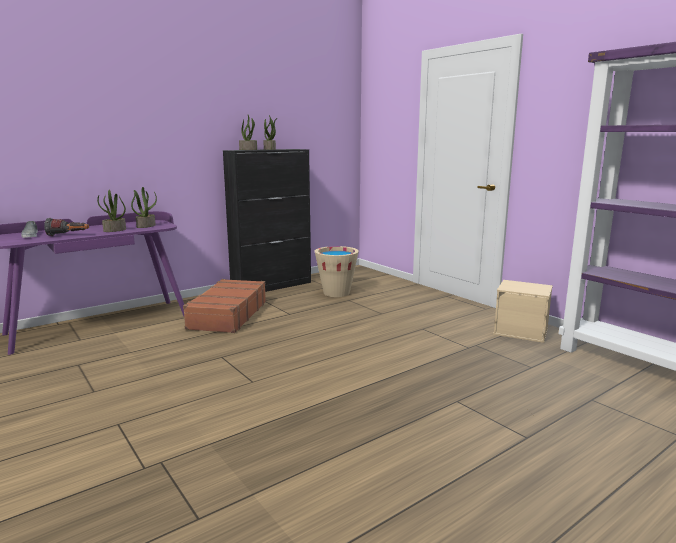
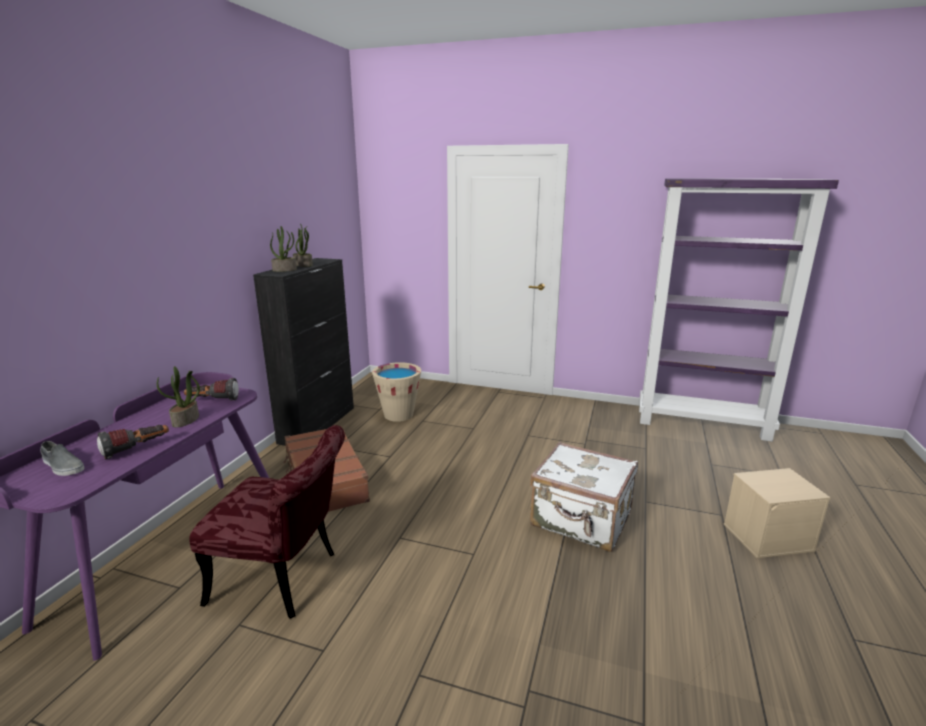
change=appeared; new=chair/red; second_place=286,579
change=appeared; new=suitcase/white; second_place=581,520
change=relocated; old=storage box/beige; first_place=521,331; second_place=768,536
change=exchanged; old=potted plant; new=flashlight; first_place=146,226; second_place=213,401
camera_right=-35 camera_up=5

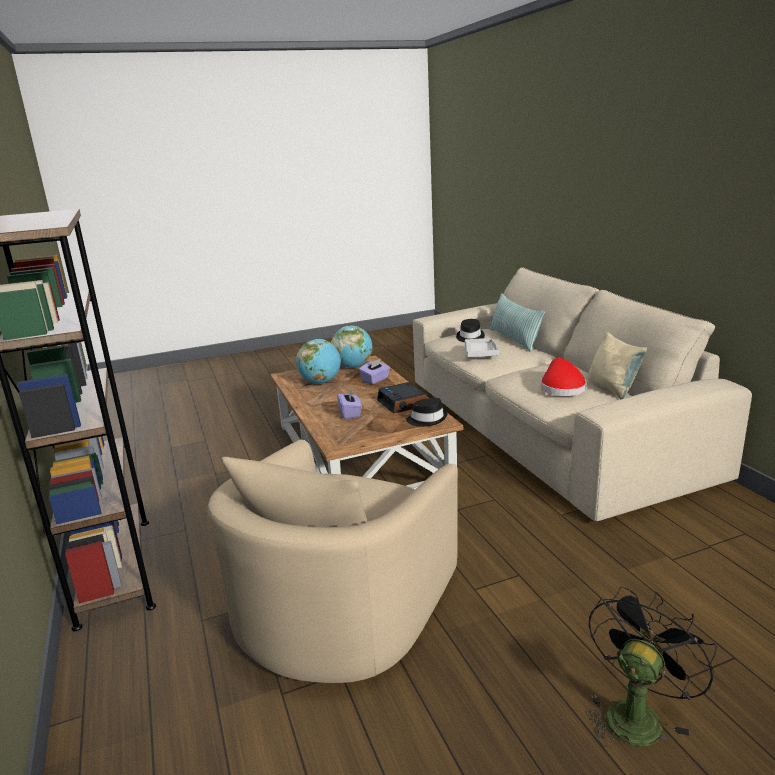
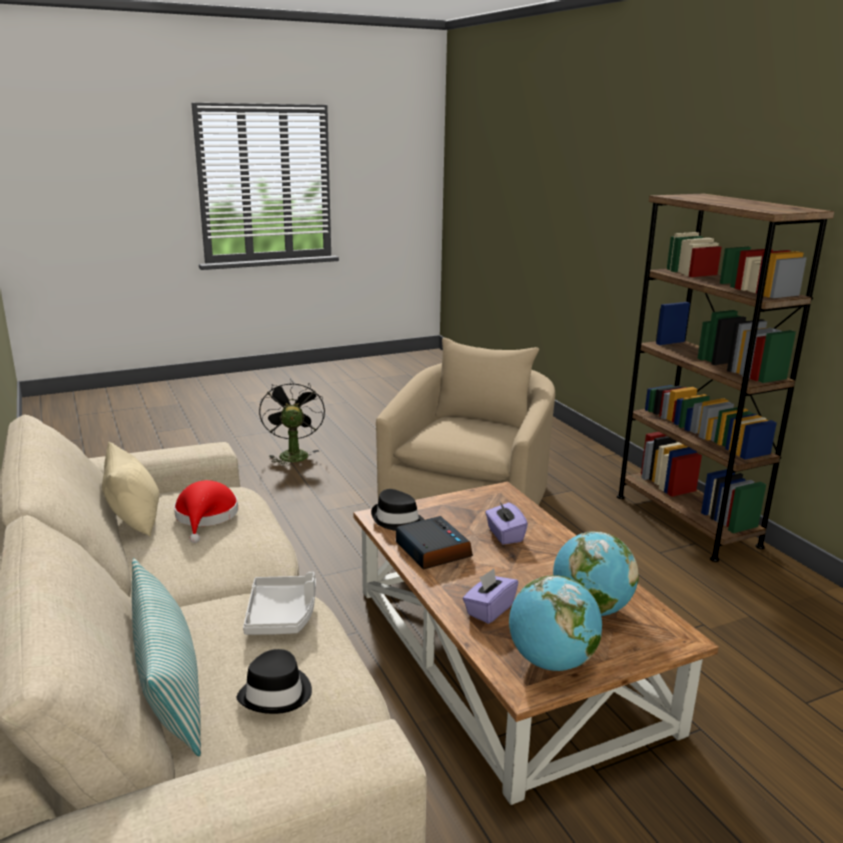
change=spun; old=fan/black; first_place=635,713; second_place=292,454; degrees=135
camera_right=175 camera_up=0

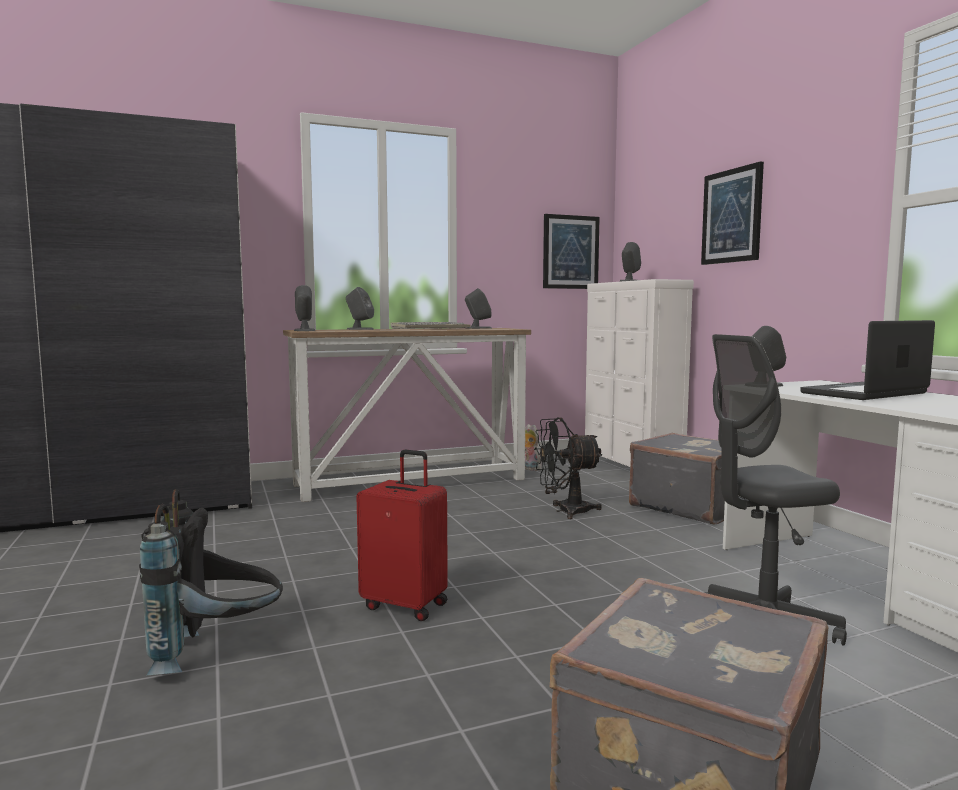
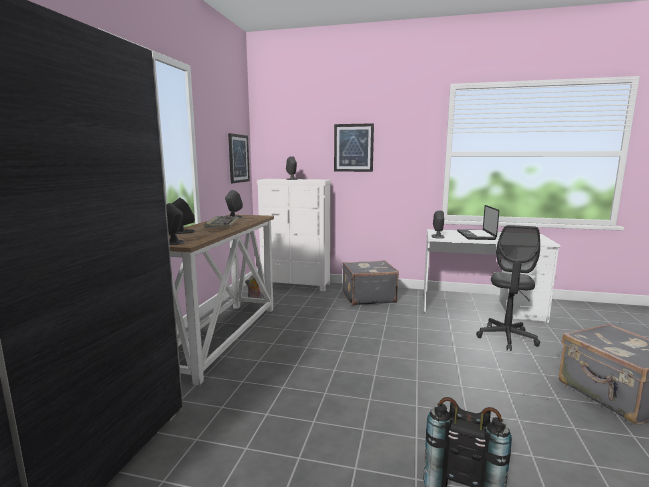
change=missing; old=suitcase/red; first_place=406,605
change=missing; old=fan/black; first_place=565,511
camera_right=-55 camera_up=5

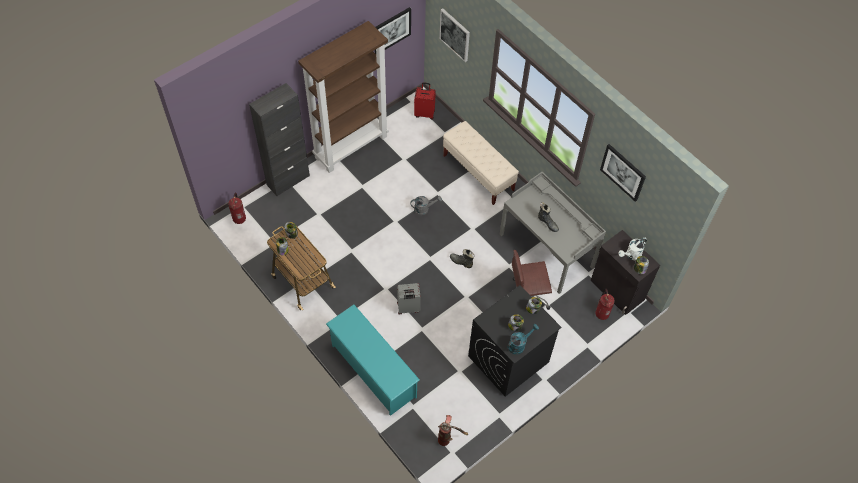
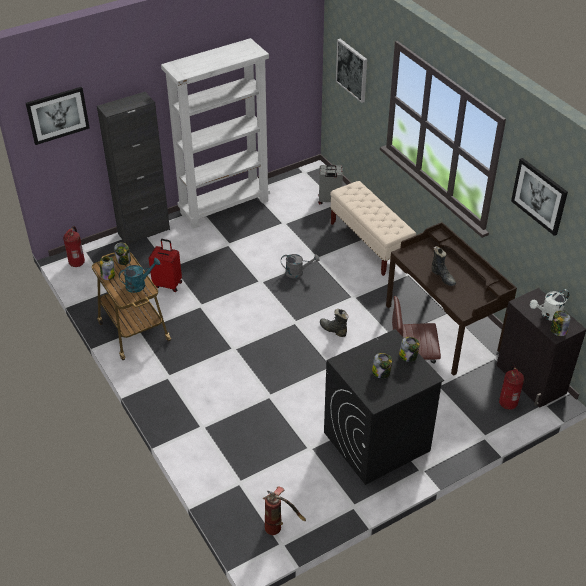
change=missing; old=shoe rack/turquoise; first_place=373,371
change=relocated; old=picture; first_place=392,30; second_place=57,115
change=relocated; old=suitcase/grey; first_place=408,308; second_place=329,200
change=relocated; old=suitcase/red; first_place=424,113; second_place=168,284
change=relocated; old=watering can/turquoise; first_place=519,344; second_place=139,284
change=colour; old=bookcase/brown; new=bookcase/white; first_place=351,146; second_place=225,206
change=colour; old=desk/grey; new=desk/brown; first_place=546,250; second_place=443,327
camera_right=10 camera_up=-15

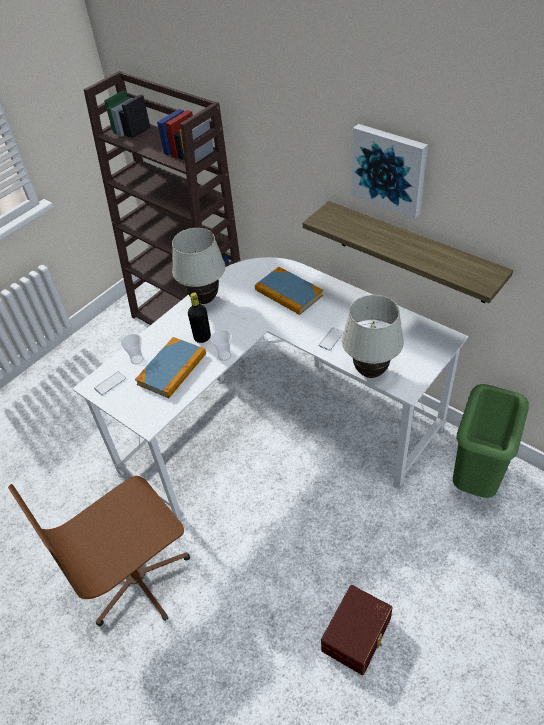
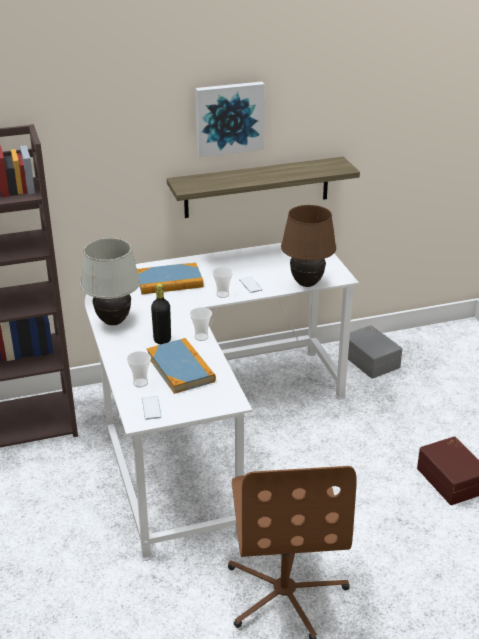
change=appeared; new=cup; second_place=222,294
change=exchanged; old=trash can/green; new=storage box/grey; first_place=475,478; second_place=371,360
change=colour; old=table lamp/white; new=table lamp/brown; first_place=371,372; second_place=307,283
camera_right=-60 camera_up=-15

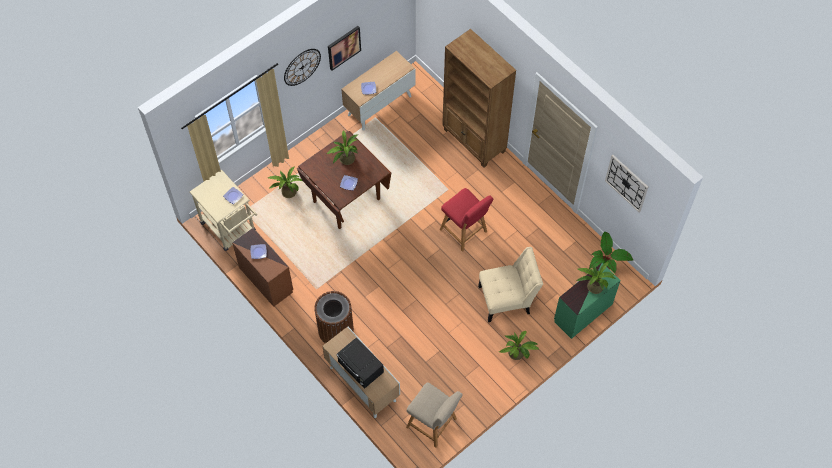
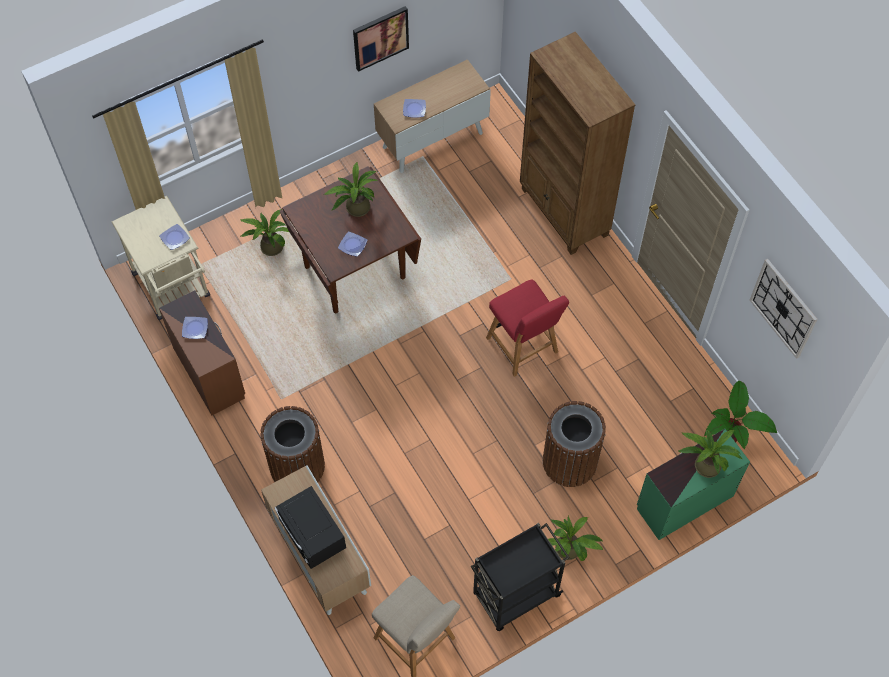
change=missing; old=wall clock; first_place=302,67
change=appeared; new=cart/black; second_place=515,595
change=exchanged; old=chair/beige; new=trash can/brown; first_place=507,299; second_place=570,461
camera_right=10 camera_up=0

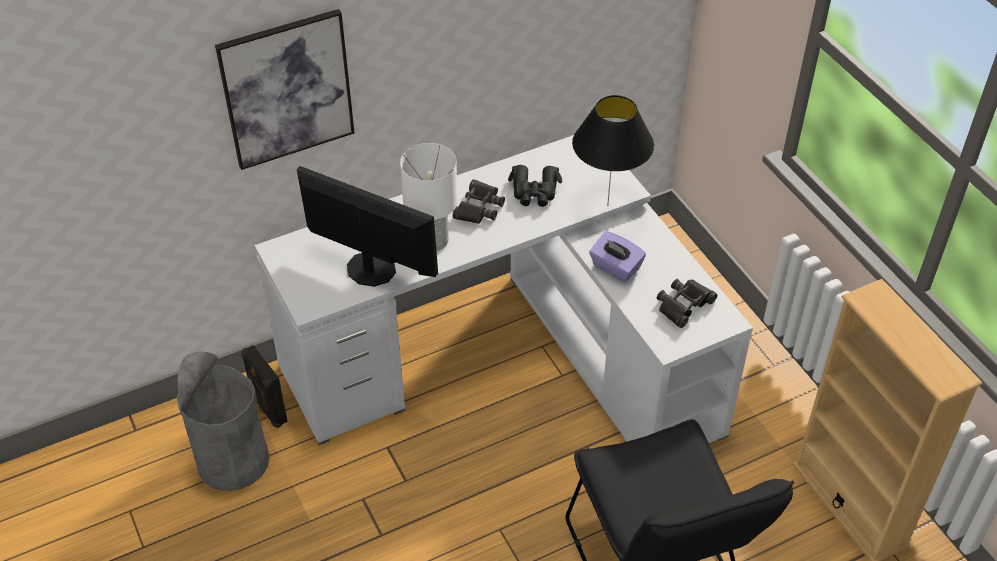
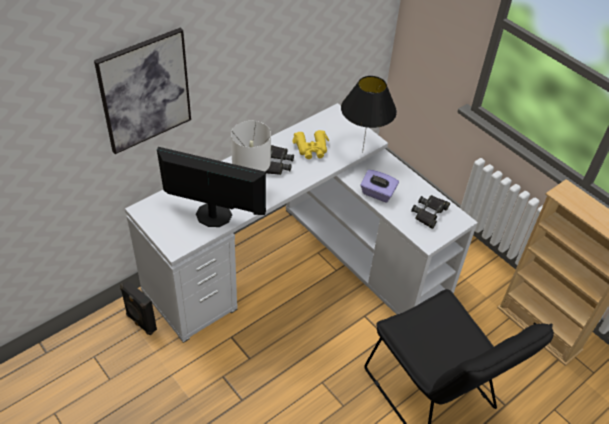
change=missing; old=trash can/grey; first_place=233,460
change=colour; old=binoculars/black; new=binoculars/yellow; first_place=534,191; second_place=311,148
camera_right=-15 camera_up=0

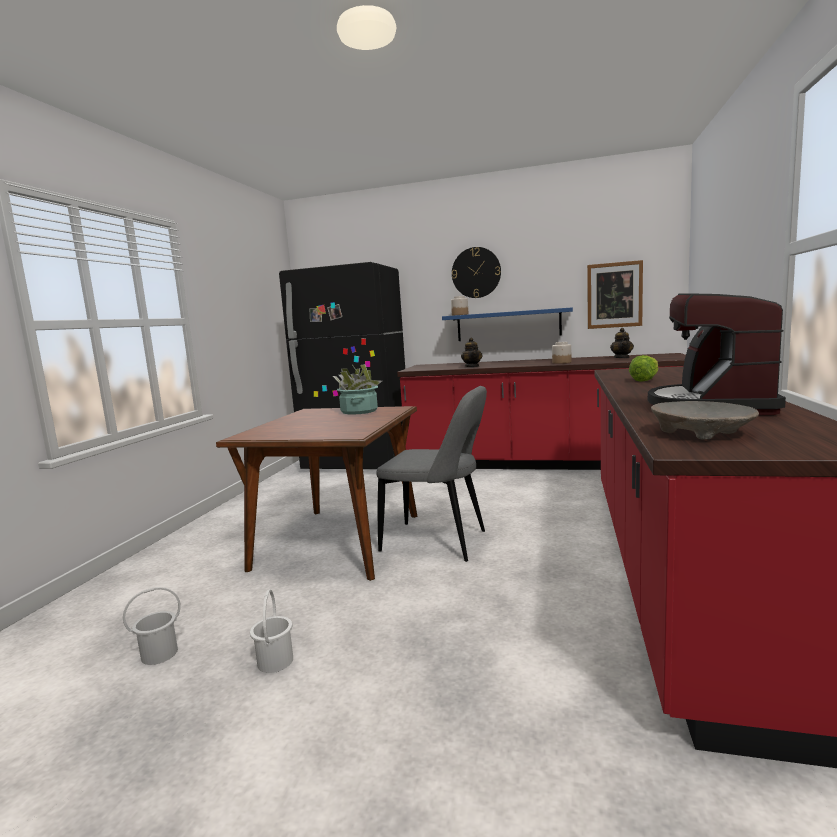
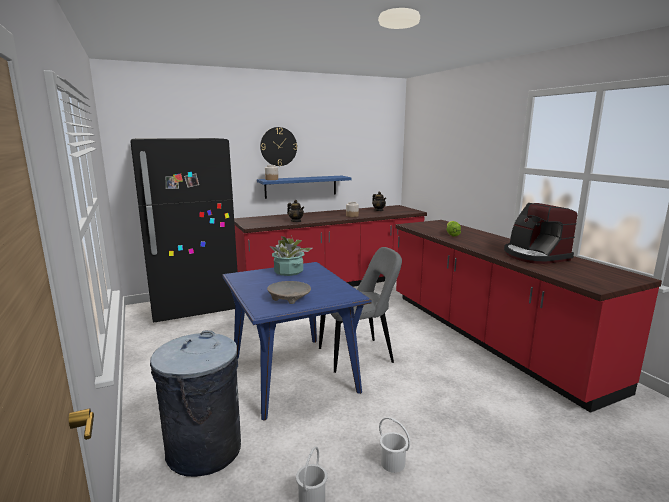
change=missing; old=picture; first_place=614,295
change=appeared; new=trash can/grey; second_place=203,450
change=relocated; old=bowl/beige; first_place=701,432; second_place=289,298
change=colour; old=dining table/brown; new=dining table/blue; first_place=339,541; second_place=293,374
camera_right=-40 camera_up=5

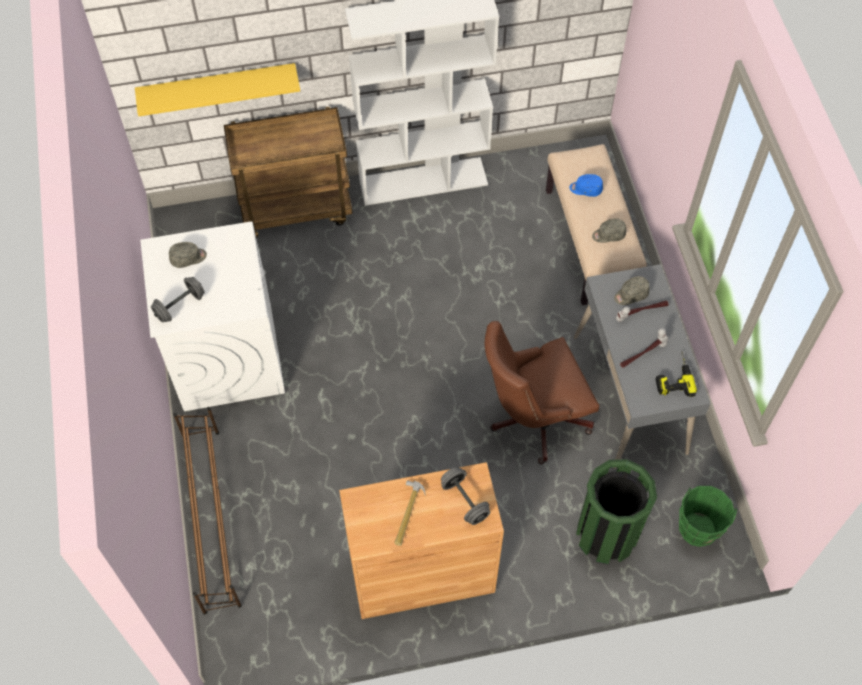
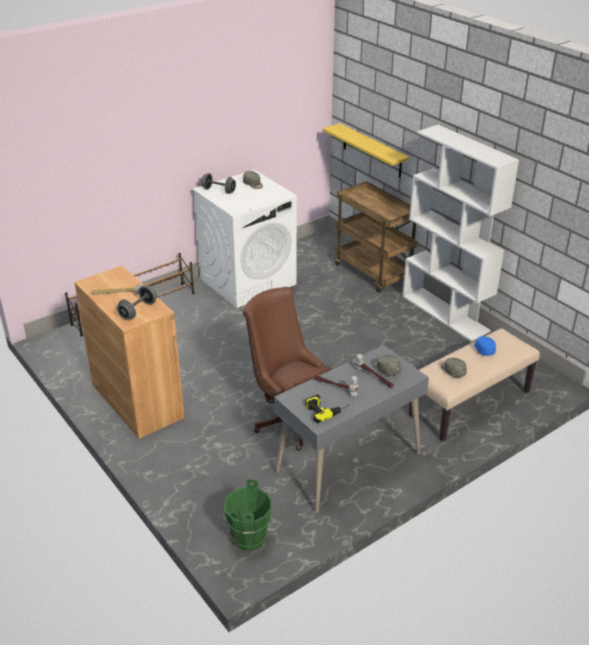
change=missing; old=trash can/green; first_place=606,535
camera_right=65 camera_up=-25

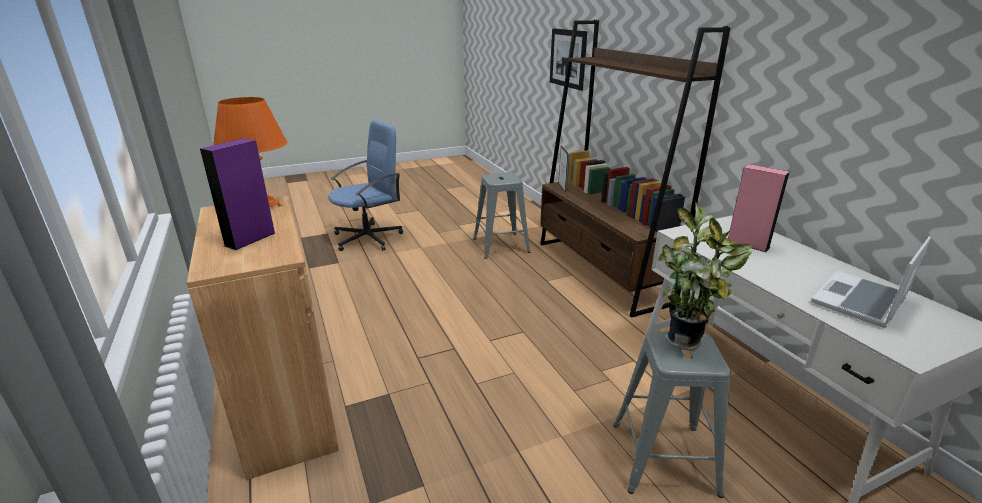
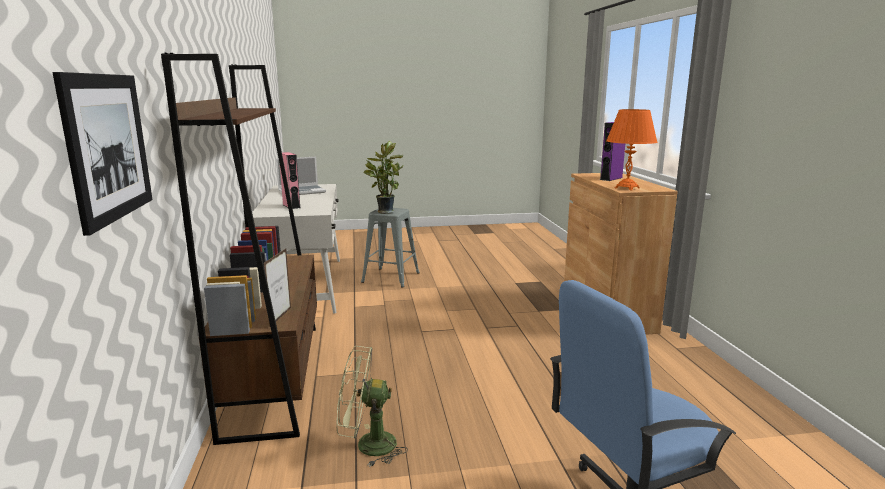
change=exchanged; old=stool/grey; new=fan/green; first_place=500,245; second_place=367,446
camera_right=-165 camera_up=-10

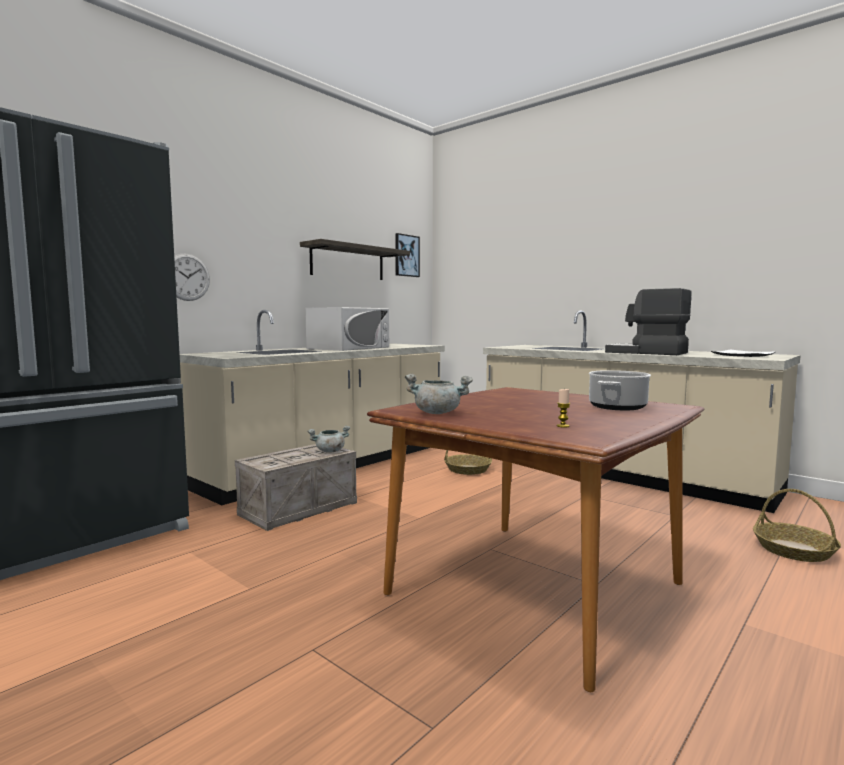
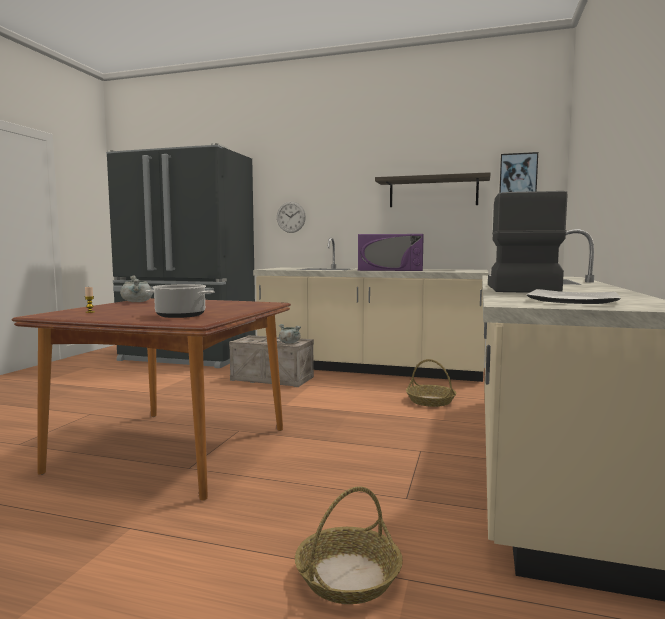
change=colour; old=microwave/white; new=microwave/purple; first_place=349,348; second_place=391,269
camera_right=65 camera_up=0

